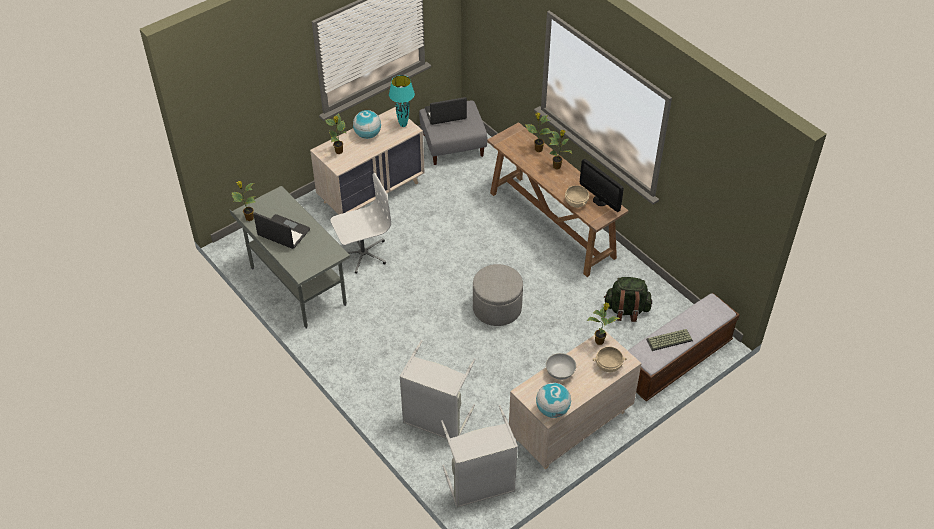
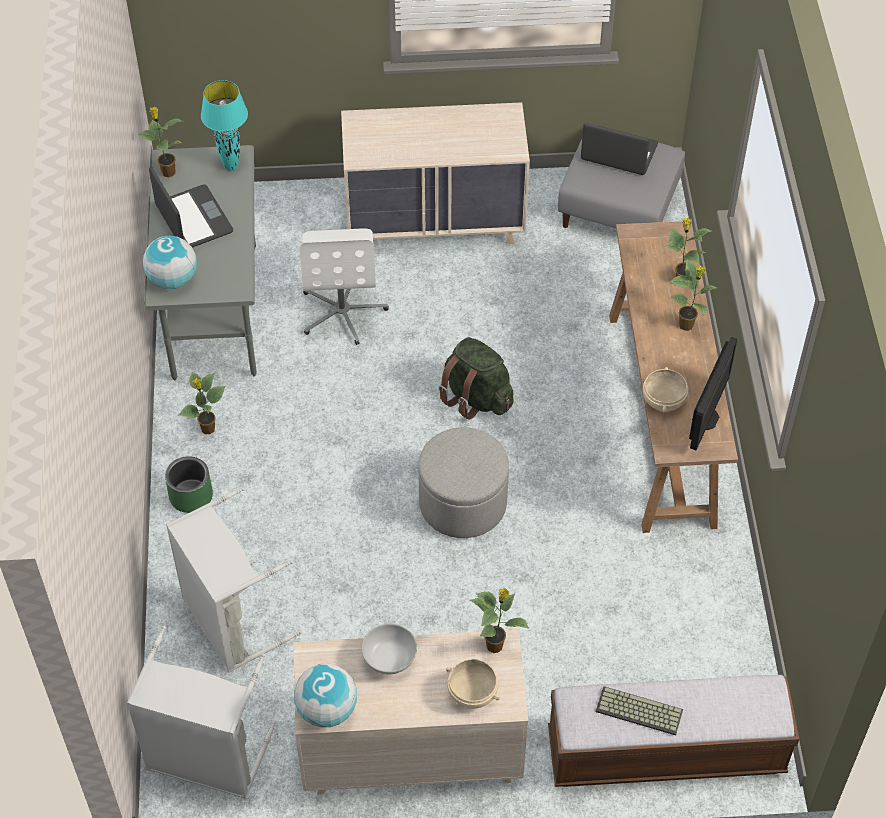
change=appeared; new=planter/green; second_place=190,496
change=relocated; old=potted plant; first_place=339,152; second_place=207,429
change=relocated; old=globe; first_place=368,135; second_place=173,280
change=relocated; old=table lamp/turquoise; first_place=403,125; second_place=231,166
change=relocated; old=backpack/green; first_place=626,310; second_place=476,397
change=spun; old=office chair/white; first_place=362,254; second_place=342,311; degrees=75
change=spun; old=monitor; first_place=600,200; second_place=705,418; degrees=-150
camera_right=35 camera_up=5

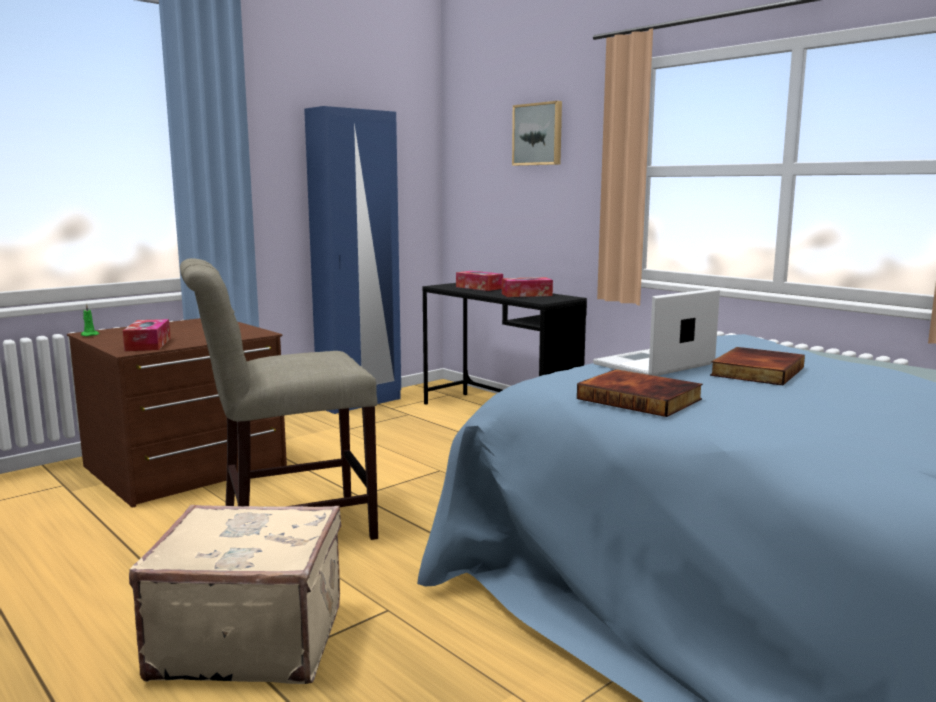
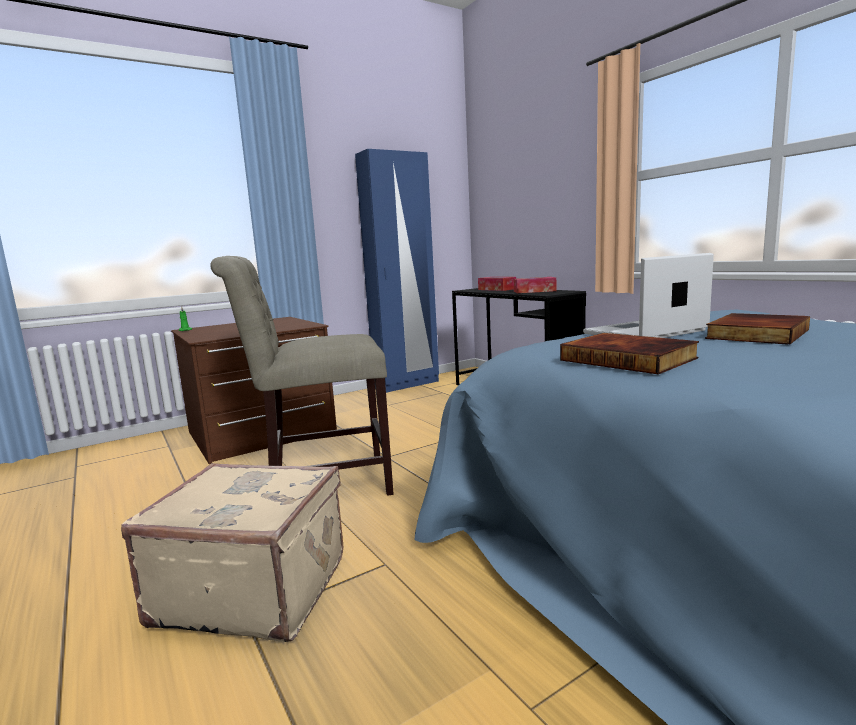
change=missing; old=tissue box; first_place=148,344
change=missing; old=picture; first_place=538,134
camera_right=10 camera_up=0

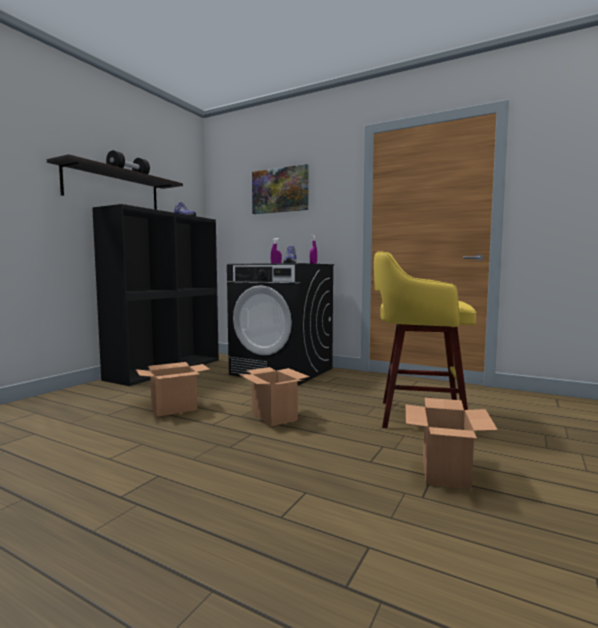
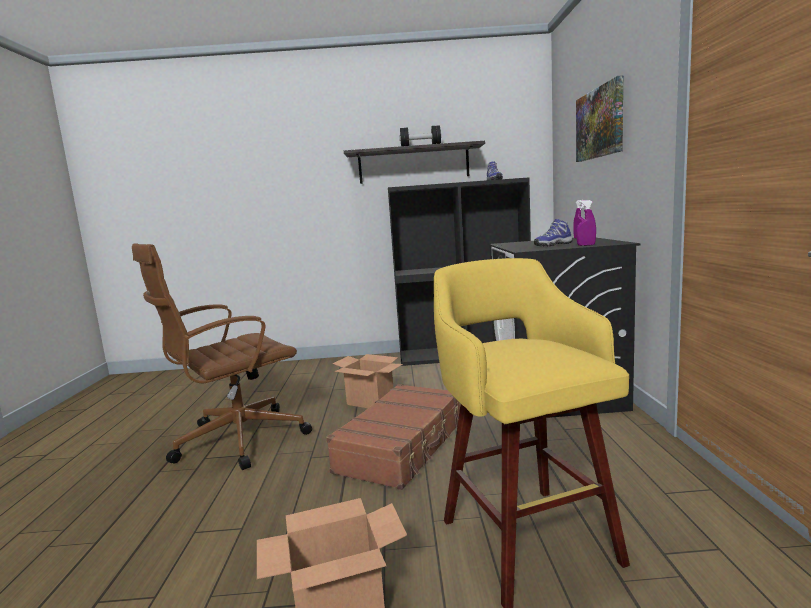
change=appeared; new=office chair/brown; second_place=236,440
change=exchanged; old=cardboard box; new=suitcase/brown; first_place=273,416; second_place=402,446
camera_right=60 camera_up=5

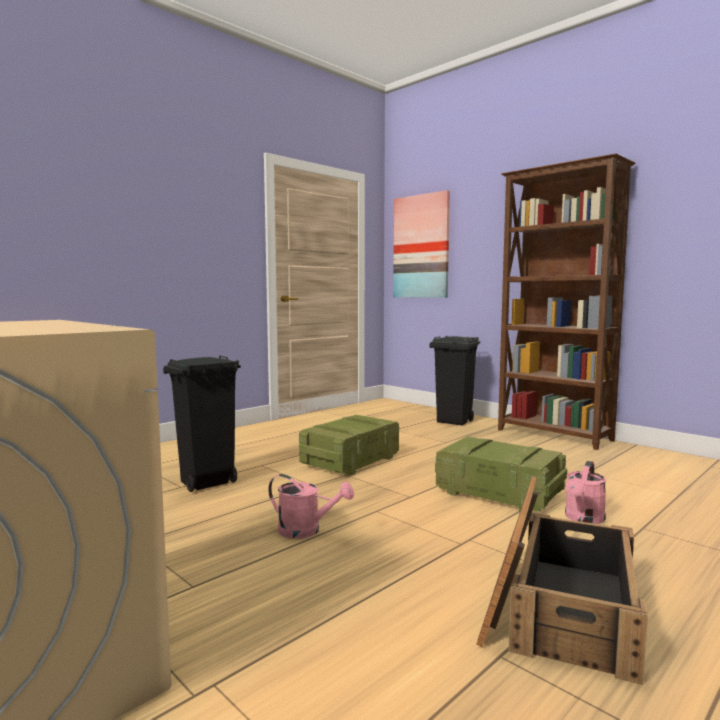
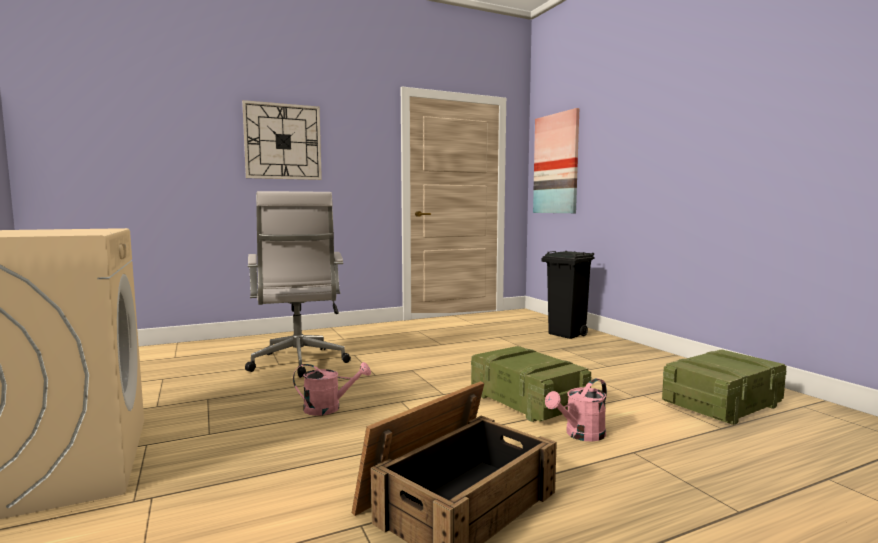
change=missing; old=bookcase/brown; first_place=554,435
change=appeared; new=wall clock; second_place=283,141
change=relocated; old=crate; first_place=350,461; second_place=721,405
change=exchanged; old=trash can/black; new=office chair/white; first_place=206,483; second_place=298,364
change=spun; old=watering can/pink; first_place=306,531; second_place=329,408; degrees=-45
camera_right=20 camera_up=0

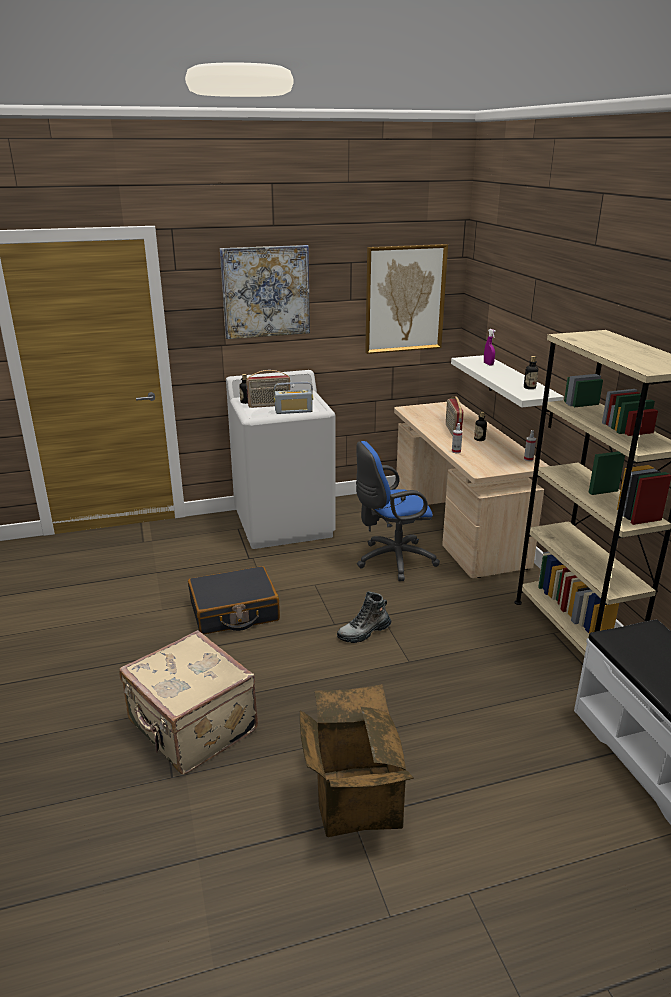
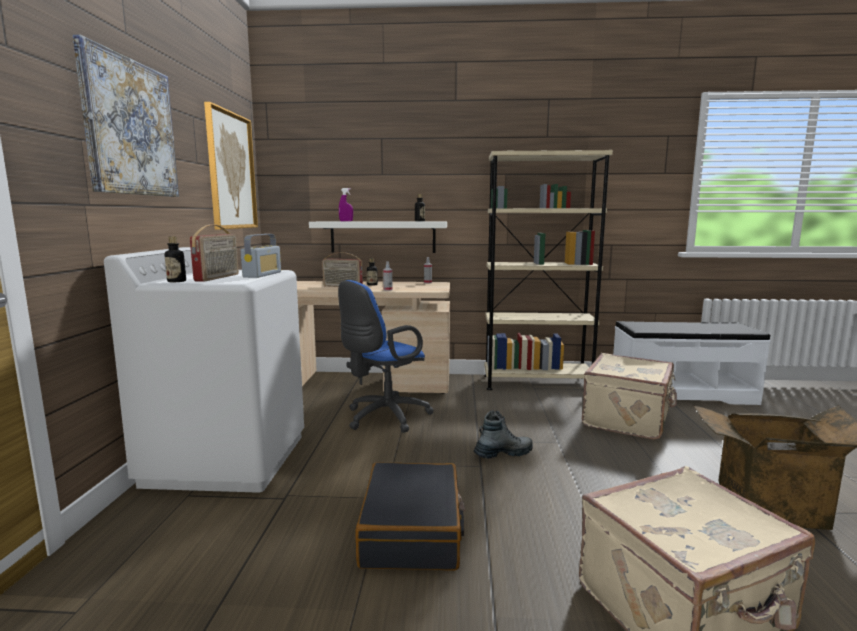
change=appeared; new=suitcase/beige; second_place=628,420
change=spun; old=boot; first_place=364,632; second_place=503,453; degrees=-105
change=spun; old=office chair/blue; first_place=392,560; second_place=383,418; degrees=45
camera_right=-70 camera_up=-15

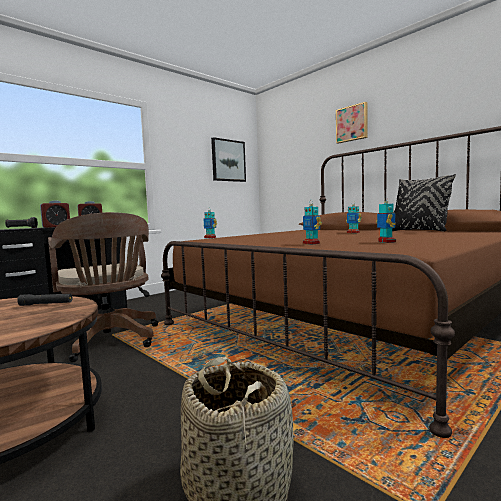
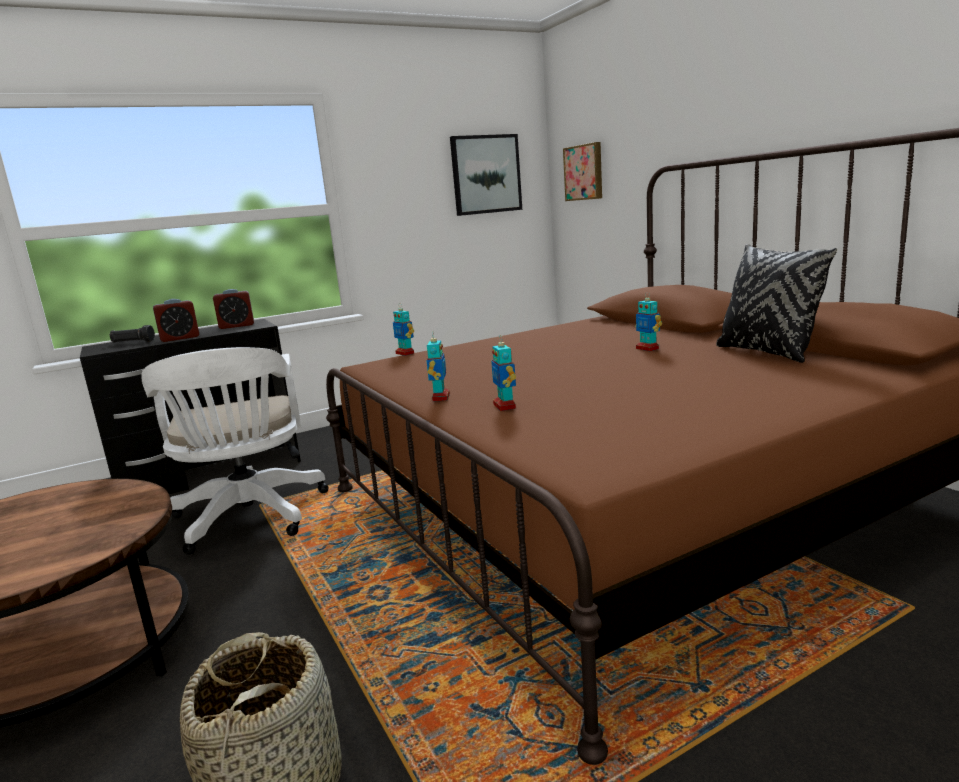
change=missing; old=flashlight/black; first_place=46,304
change=relocated; old=picture; first_place=352,123; second_place=584,172
change=relocated; old=toy robot; first_place=386,242; second_place=440,397
change=colour; old=office chair/brown; new=office chair/white; first_place=109,341; second_place=249,519
camera_right=15 camera_up=10

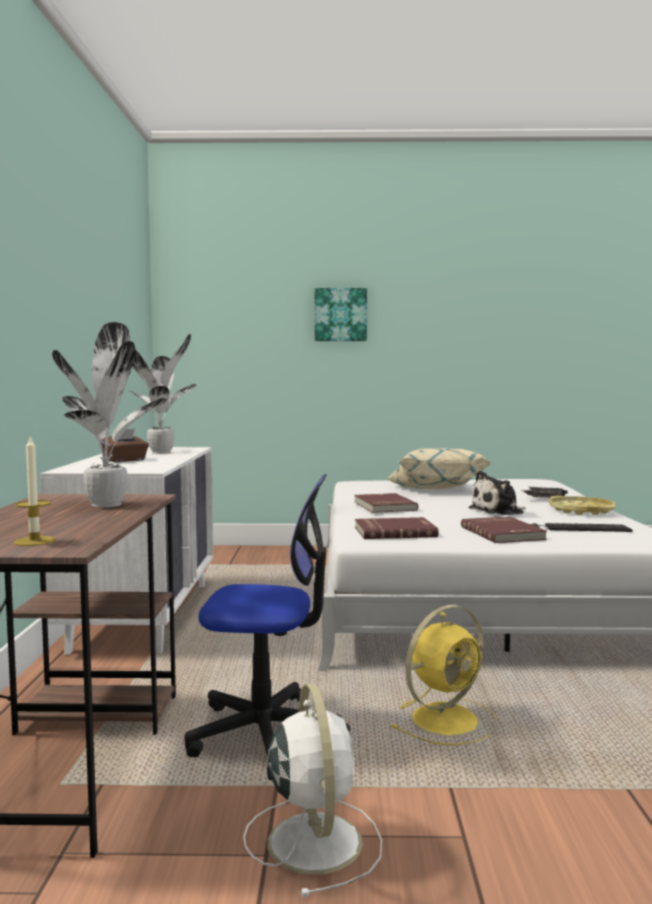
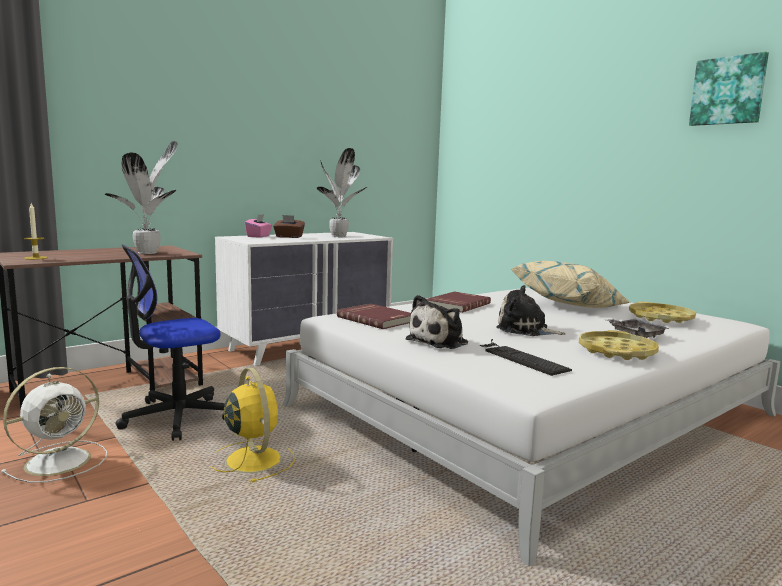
change=appeared; new=tissue box/pink; second_place=259,236
change=appeared; new=tray/yellow; second_place=660,318
change=relocated; old=picture; first_place=340,315; second_place=728,91
change=exchanged; old=book/red; new=plush toy; first_place=503,533; second_place=440,341
change=spun; old=office chair; first_place=266,734; second_place=177,417; degrees=90
change=spun; old=fan/yellow; first_place=447,719; second_place=252,459; degrees=-135
camera_right=50 camera_up=5

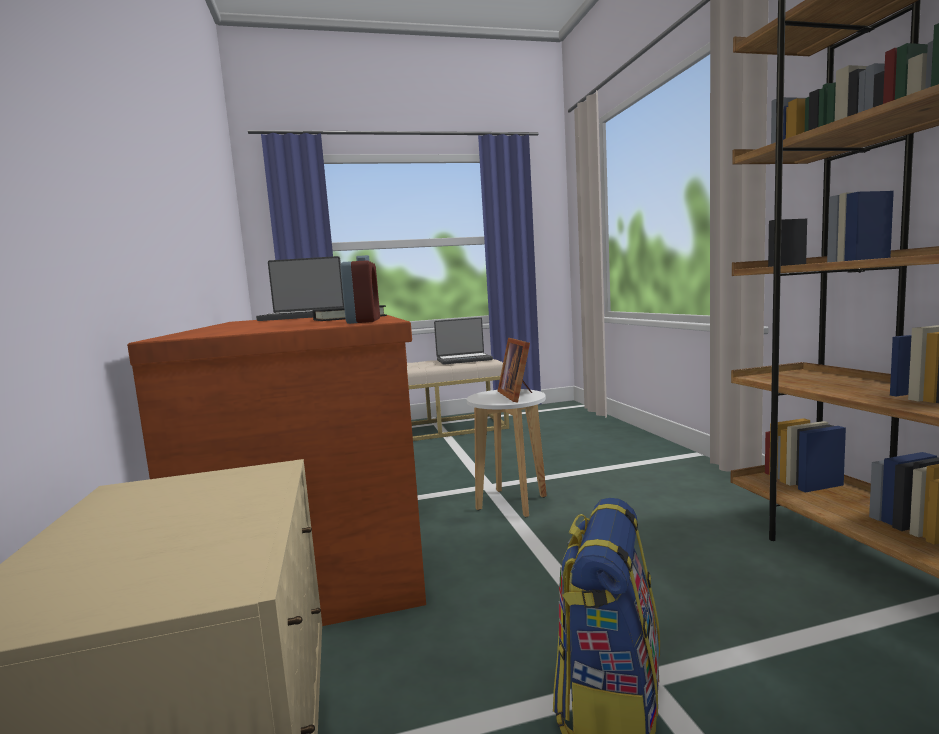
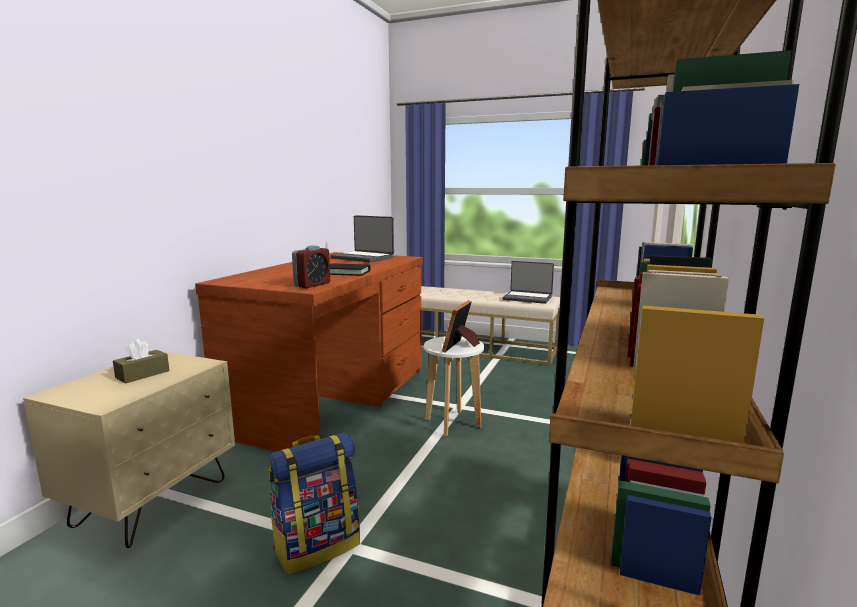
change=appeared; new=tissue box/brown; second_place=142,374
camera_right=35 camera_up=5

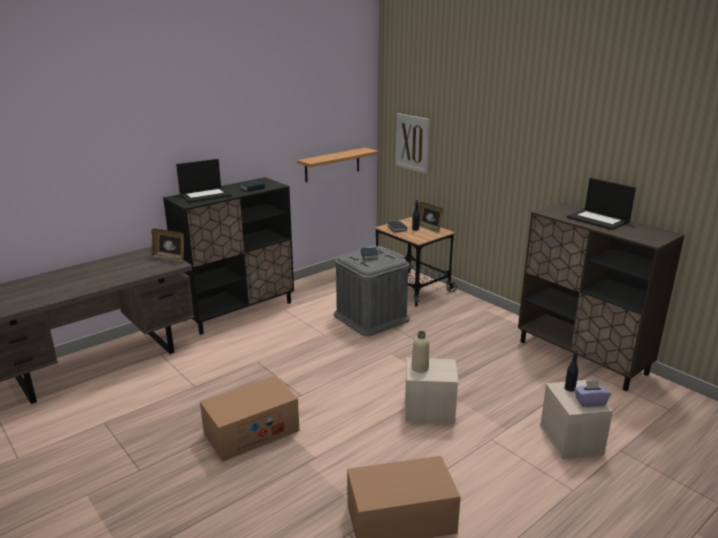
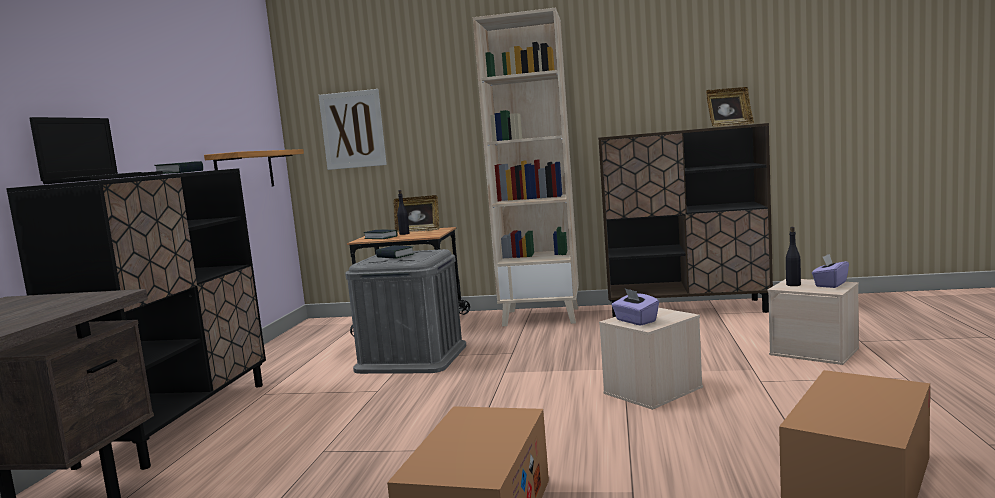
change=missing; old=laptop; first_place=599,220
change=appeared; new=bookcase/beige; second_place=542,316
change=relocated; old=picture frame; first_place=170,258; second_place=729,126
change=exchanged; old=bottle/beige; new=tissue box/purple; first_place=420,368; second_place=635,321
camera_right=-40 camera_up=-15

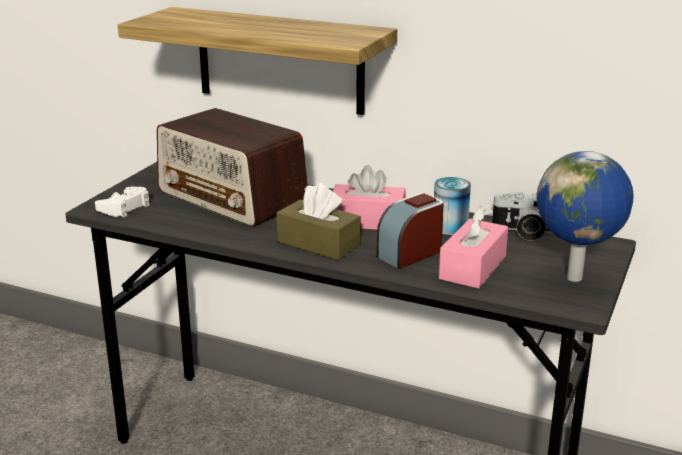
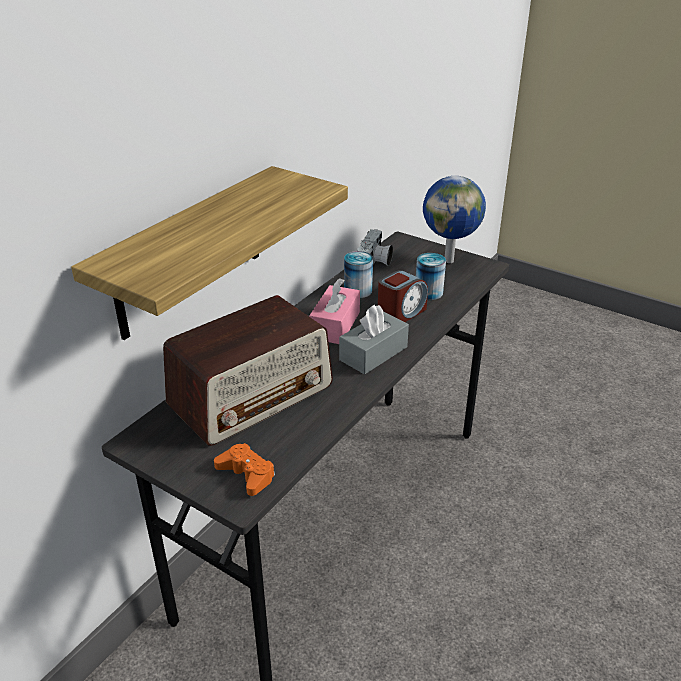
change=exchanged; old=tissue box/pink; new=can; first_place=473,267; second_place=428,292
change=colour; old=game controller/white; new=game controller/orange; first_place=125,207; second_place=246,474
change=colour; old=tissue box/brown; new=tissue box/grey; first_place=318,243; second_place=373,353
change=spun; old=alarm clock; first_place=410,253; second_place=401,314; degrees=-105
camera_right=-80 camera_up=10

